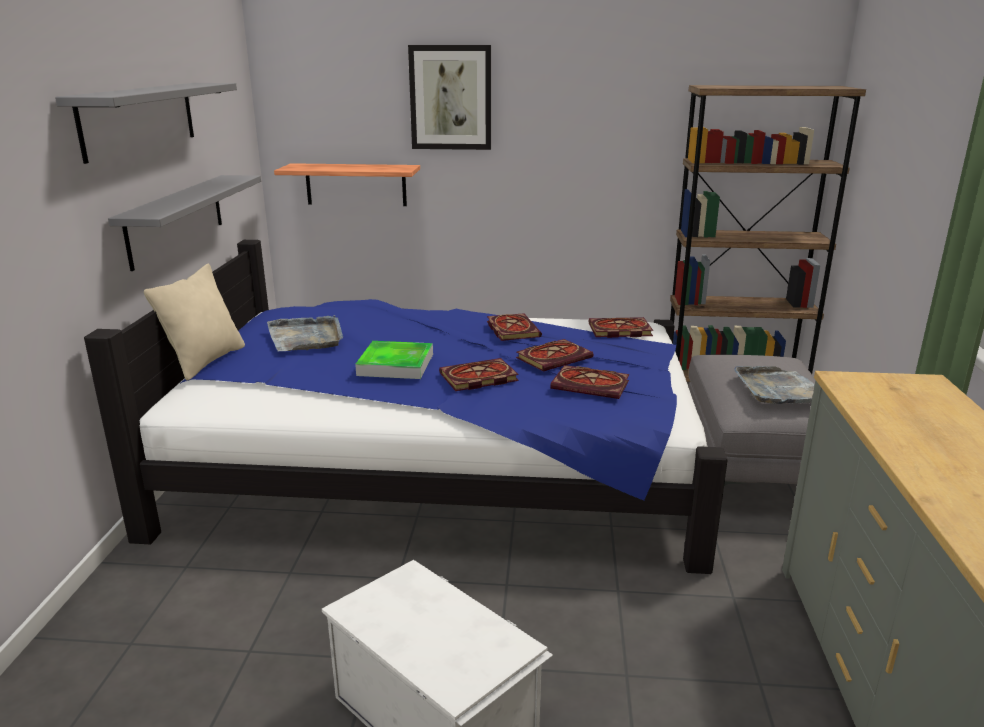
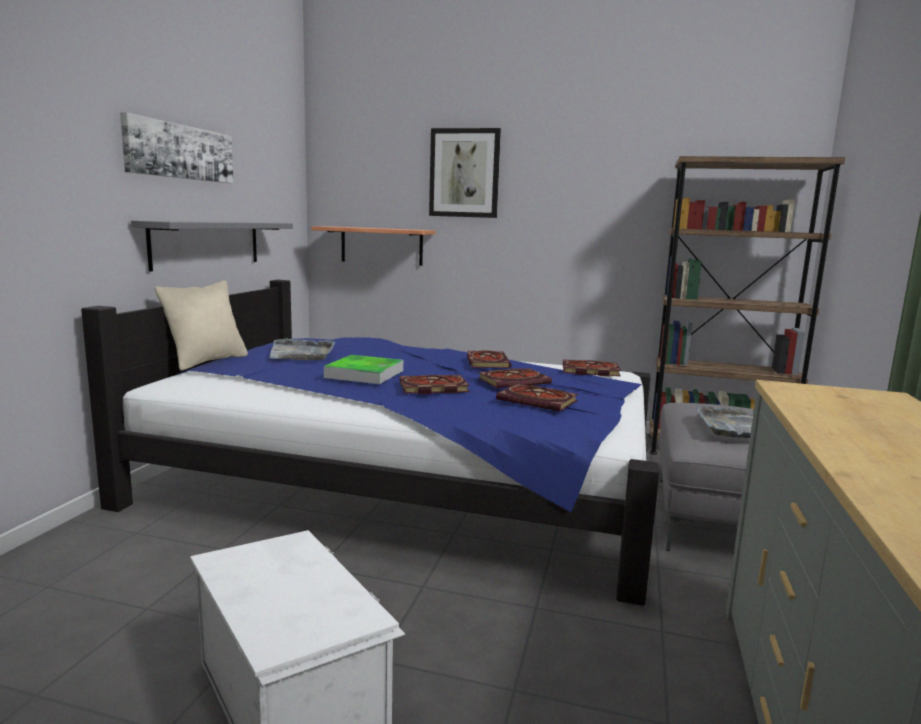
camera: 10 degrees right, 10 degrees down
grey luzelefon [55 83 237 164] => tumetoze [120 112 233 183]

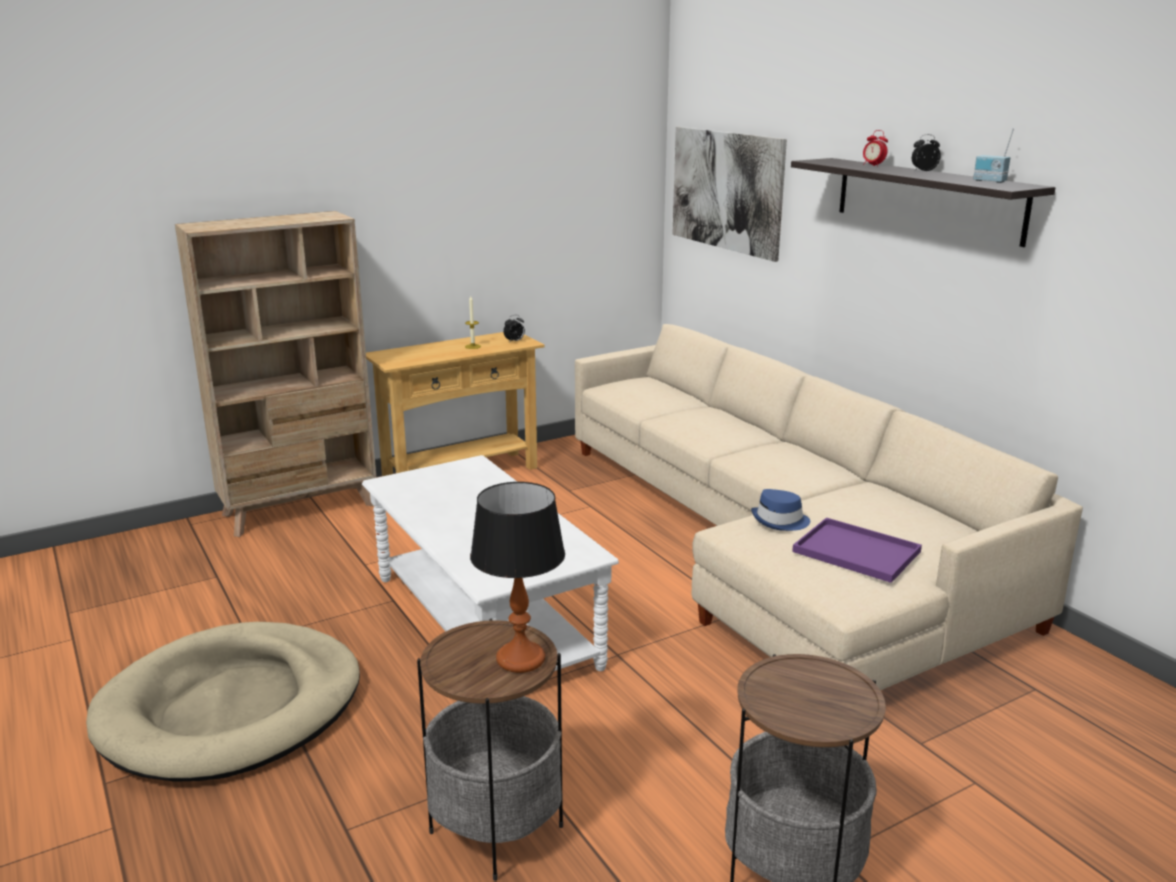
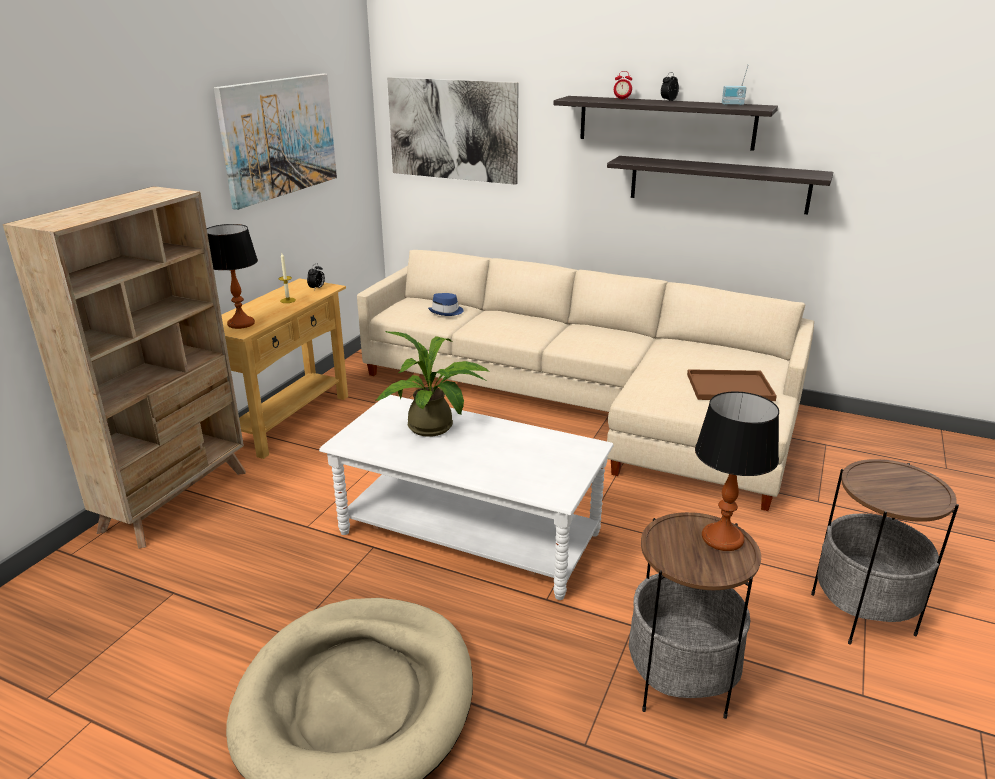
camera: 35 degrees left, 5 degrees up
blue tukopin [751 489 810 531] => blue tukopin [428 293 464 316], move
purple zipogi [792 517 922 583] => brown zipogi [687 369 777 401]
nothing => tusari [207 224 258 329]
nothing => tumetoze [214 74 337 210]
nothing => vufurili [376 331 489 437]
nothing => luzelefon [607 156 833 214]

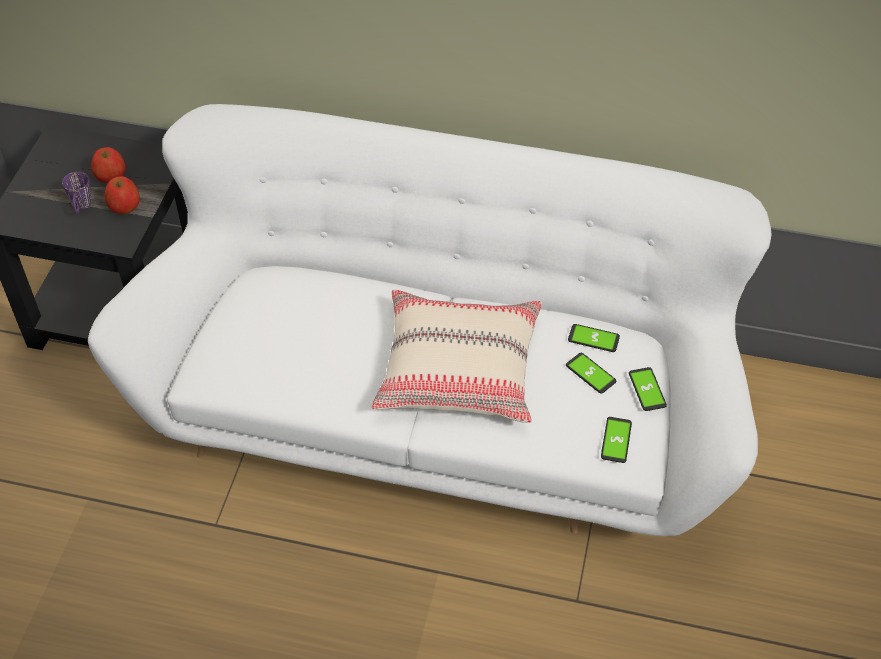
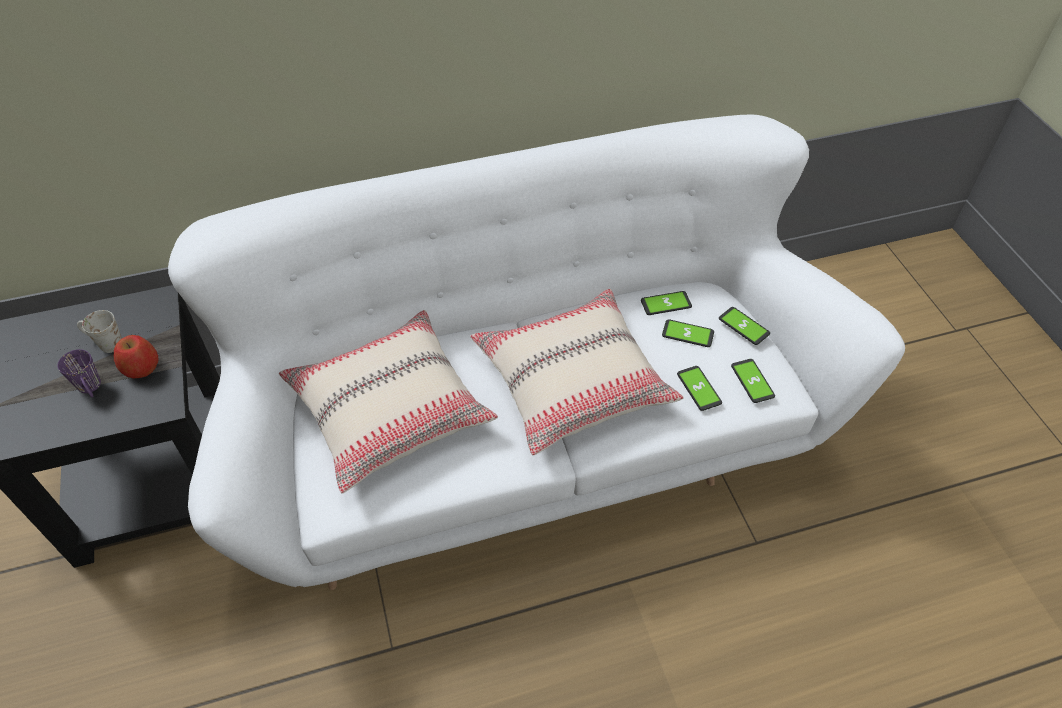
camera: 30 degrees left, 0 degrees up
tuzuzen [91 147 126 183] => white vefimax [77 310 122 353]
nothing => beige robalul [279 310 498 494]
nothing => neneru [677 366 722 411]

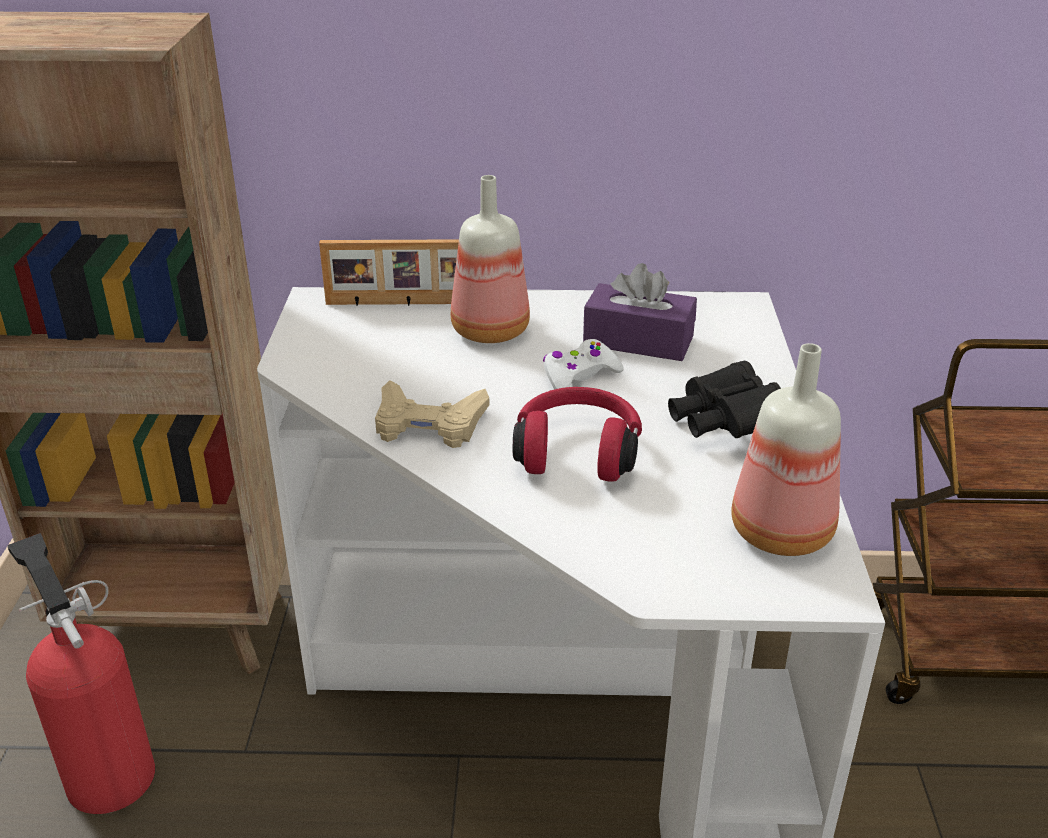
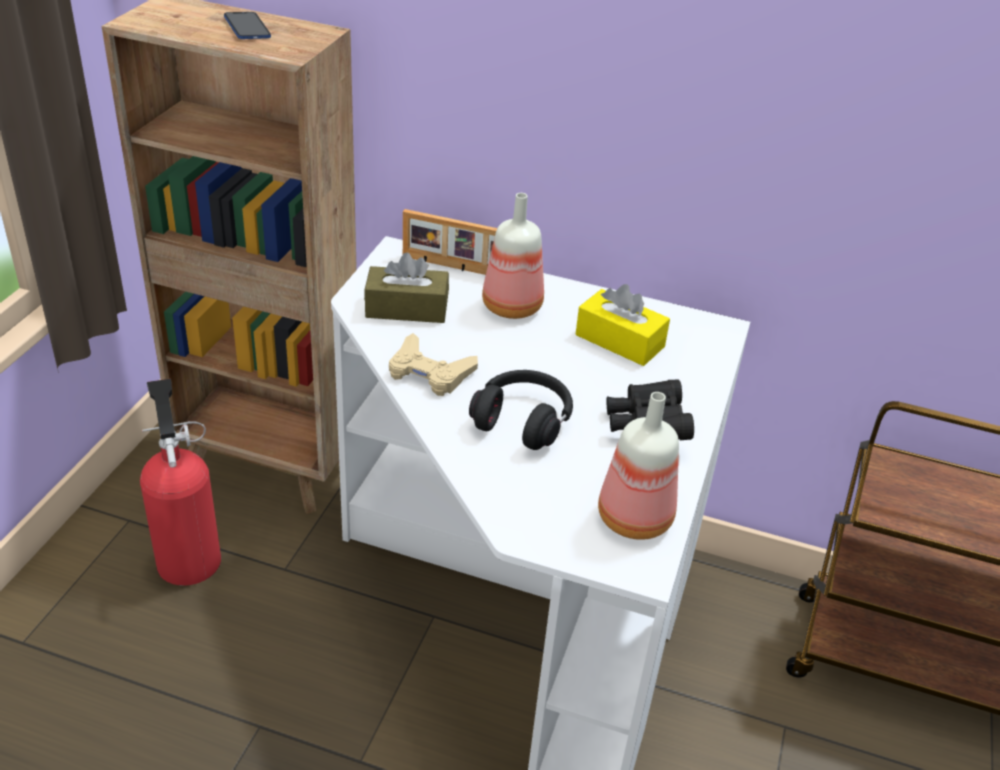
camera: 15 degrees right, 5 degrees up
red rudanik [512 387 642 482] => black rudanik [469 370 573 450]
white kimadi [543 339 624 390] => nothing
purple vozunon [583 263 697 361] => yellow vozunon [576 284 670 366]
nothing => neneru [224 12 271 39]
nothing => brown vozunon [364 252 449 323]

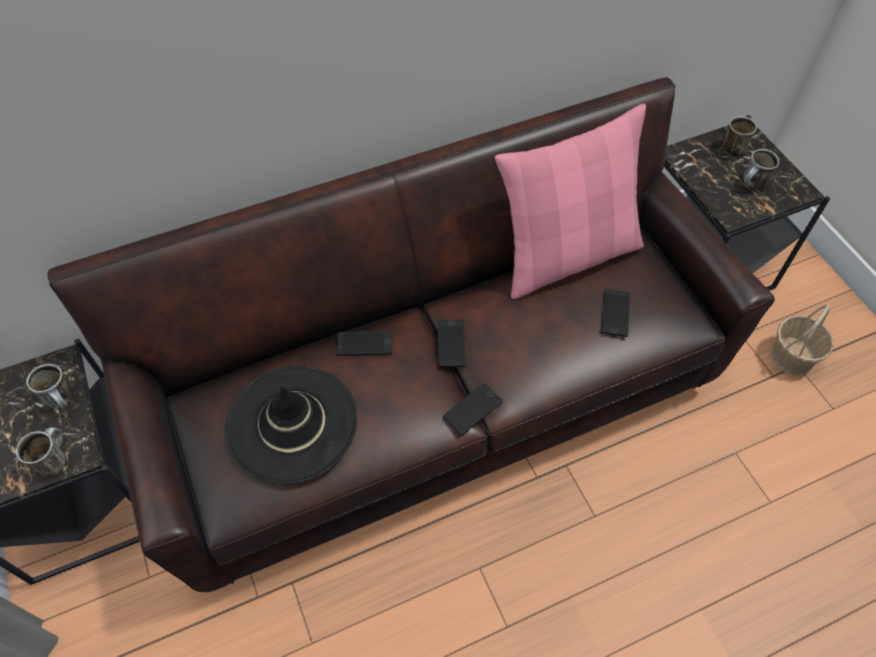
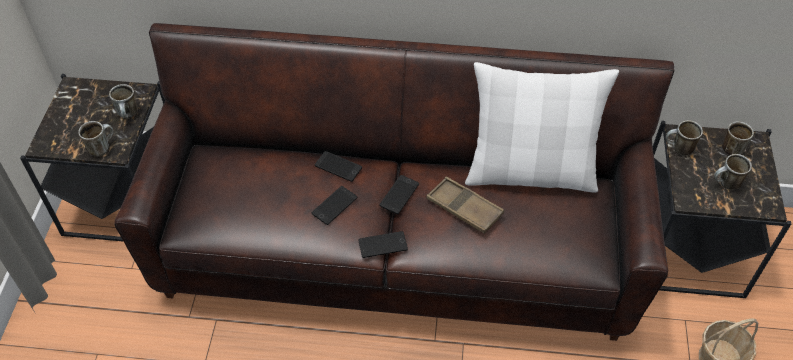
camera: 30 degrees right, 5 degrees down
black tukopin [225 366 357 484] => nothing
pink robalul [495 104 646 299] => white robalul [465 62 619 193]
neneru [601 289 630 337] => neneru [312 186 357 225], move
nothing => brown zipogi [426 177 504 233]
nothing => vefimax [666 120 703 156]

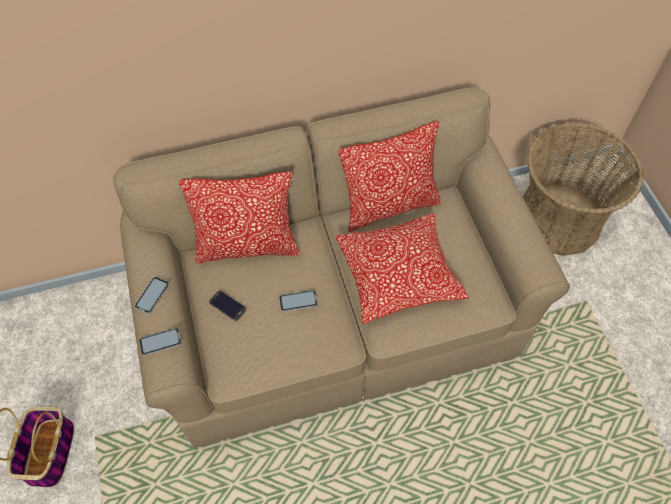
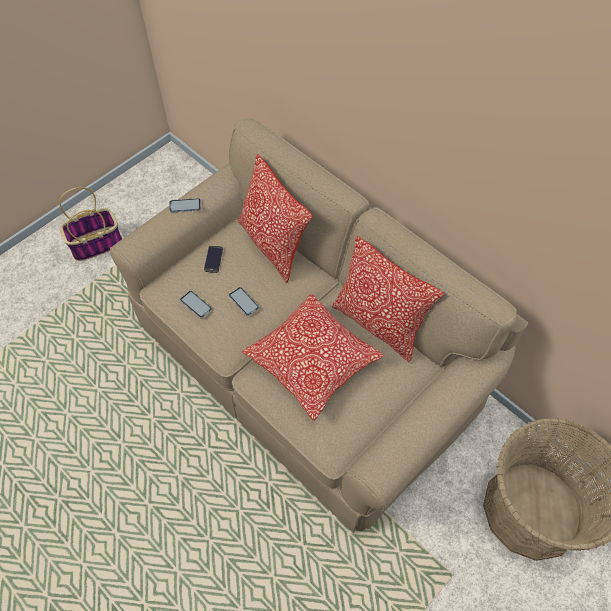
camera: 60 degrees right, 0 degrees up
neneru [139 328 181 356] => neneru [180 291 212 319], move

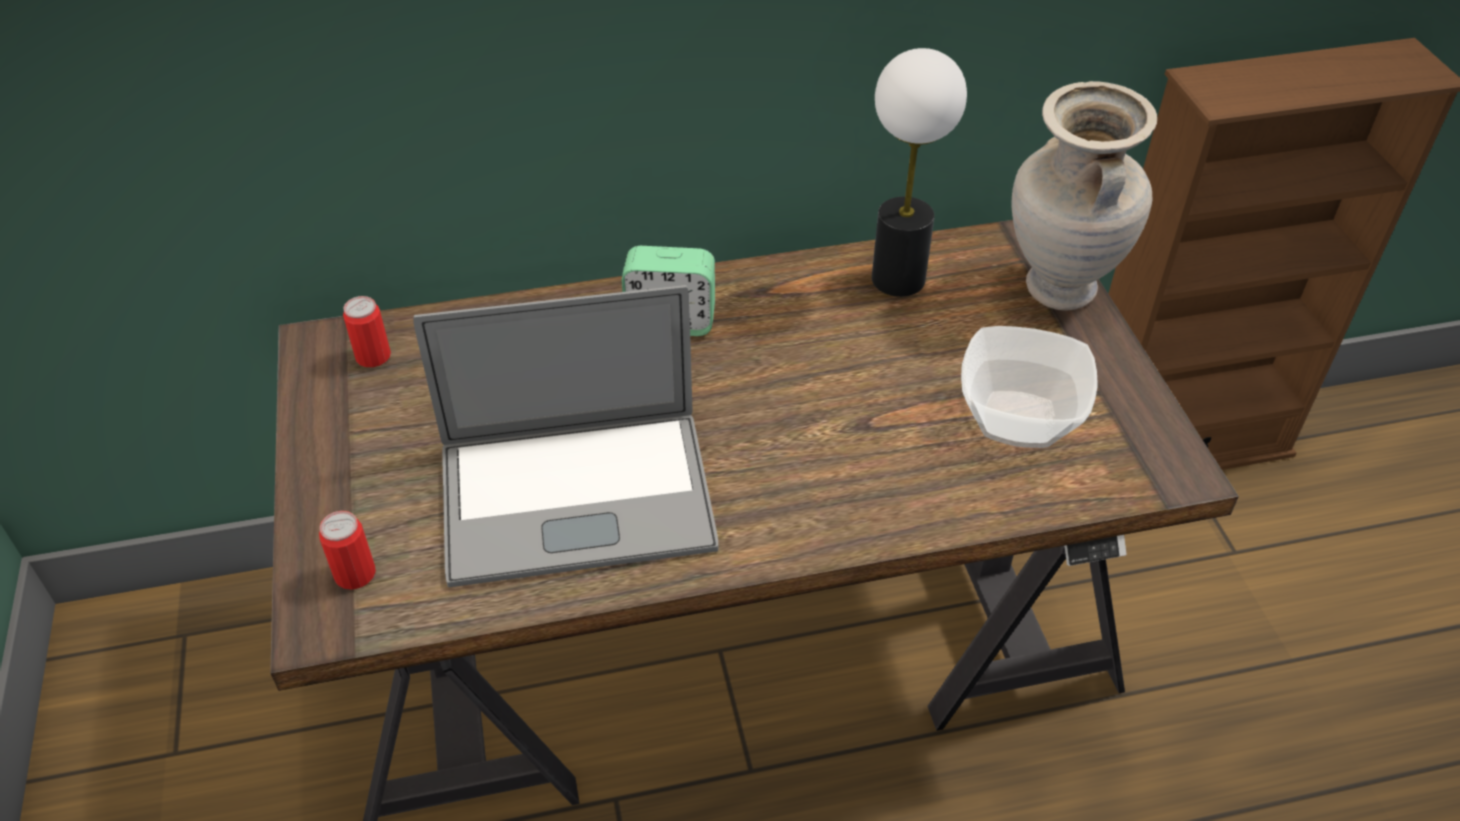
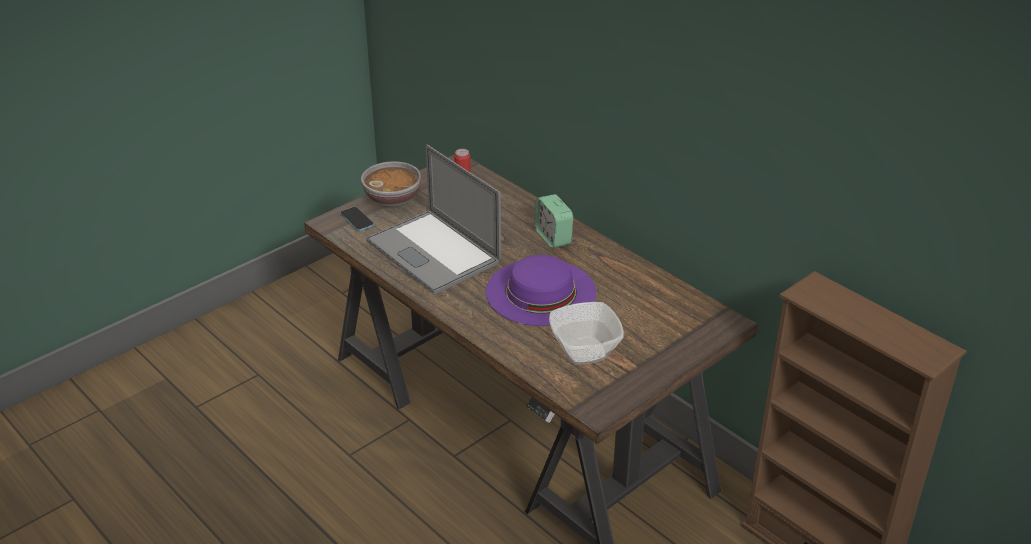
camera: 60 degrees right, 10 degrees down
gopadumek [319 511 376 590] => neneru [340 207 374 231]
tusari [872 48 967 297] => nothing
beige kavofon [1012 81 1157 311] => nothing
nothing => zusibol [361 161 421 207]
nothing => purple tukopin [486 255 596 326]

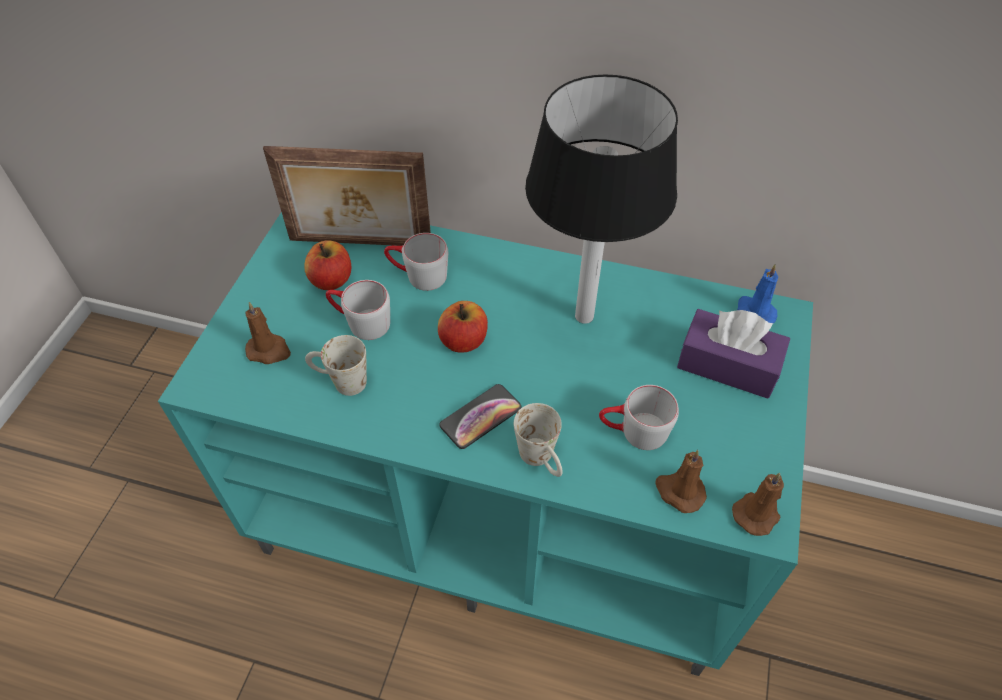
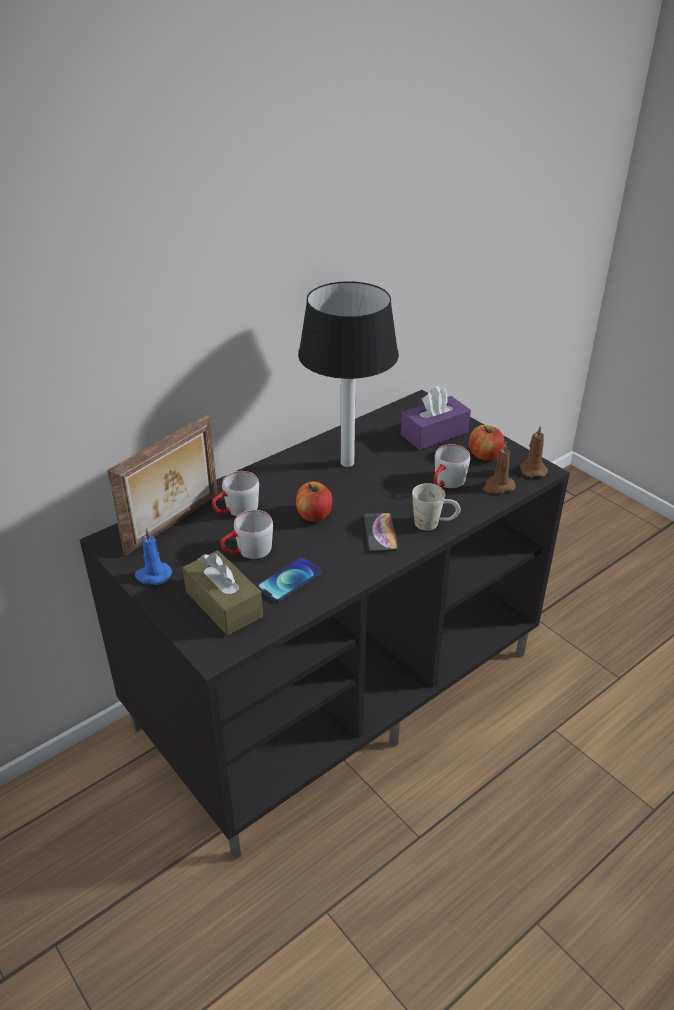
camera: 55 degrees left, 15 degrees down
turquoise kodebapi [158 212 813 676] => black kodebapi [80 390 570 860]
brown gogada [245 302 291 364] => brown vozunon [183 550 263 635]
tuzuzen [304 240 351 290] => tuzuzen [469 425 504 460], move
white vefimax [305 335 367 396] => neneru [258 557 322 602]
blue gogada [737 264 778 323] => blue gogada [135 528 172 585], move

